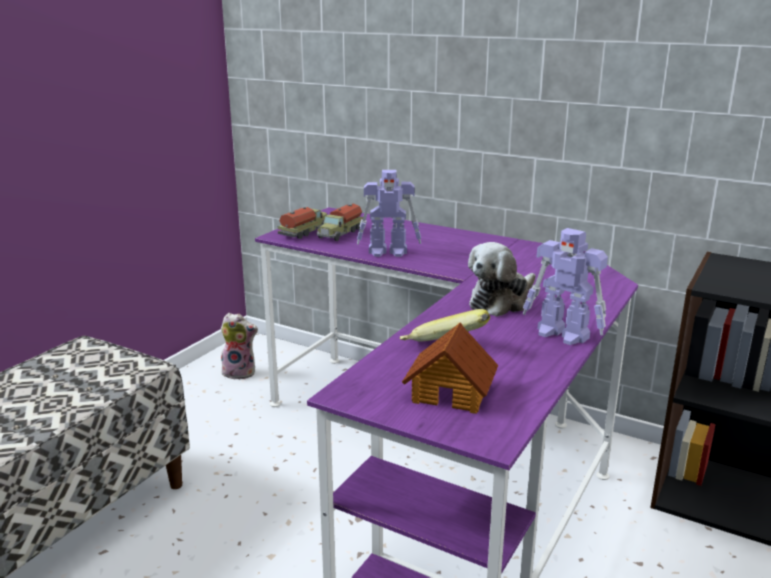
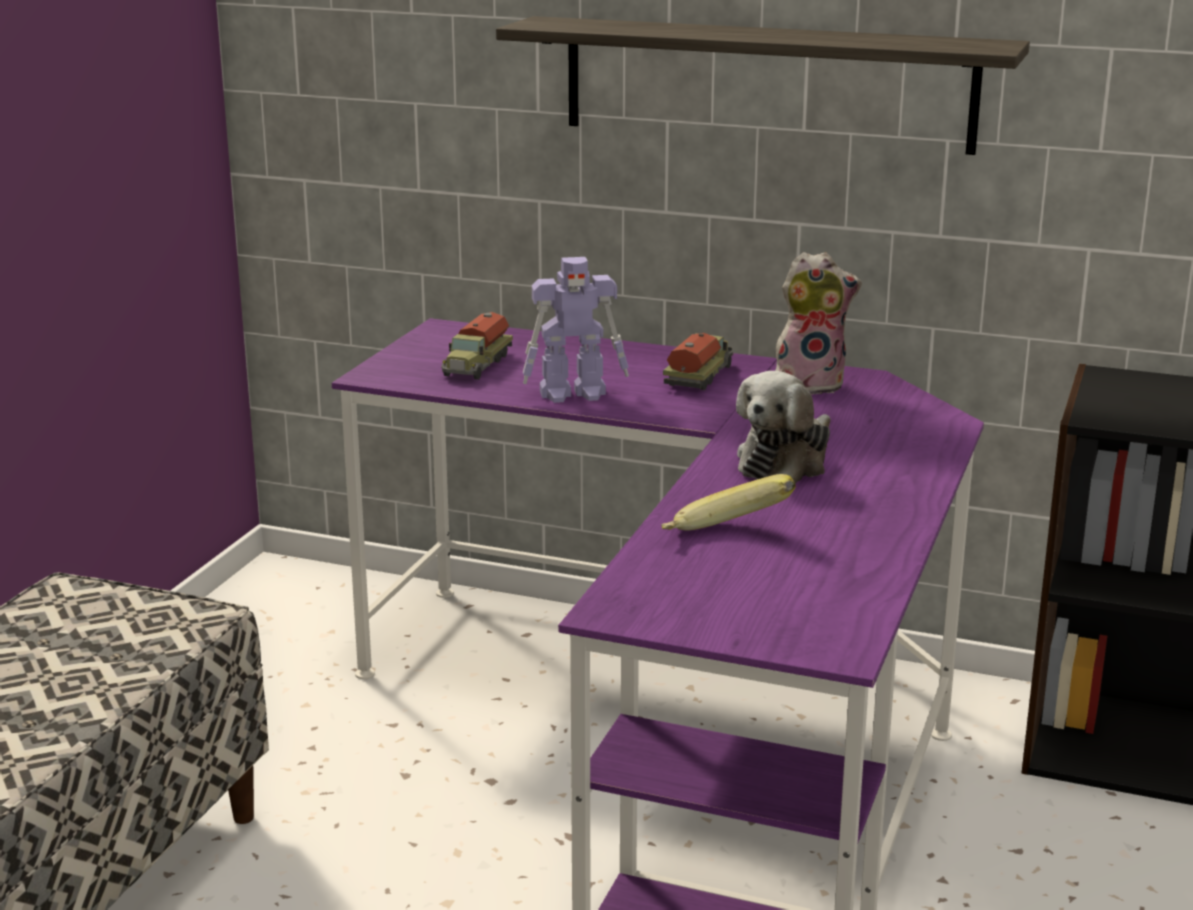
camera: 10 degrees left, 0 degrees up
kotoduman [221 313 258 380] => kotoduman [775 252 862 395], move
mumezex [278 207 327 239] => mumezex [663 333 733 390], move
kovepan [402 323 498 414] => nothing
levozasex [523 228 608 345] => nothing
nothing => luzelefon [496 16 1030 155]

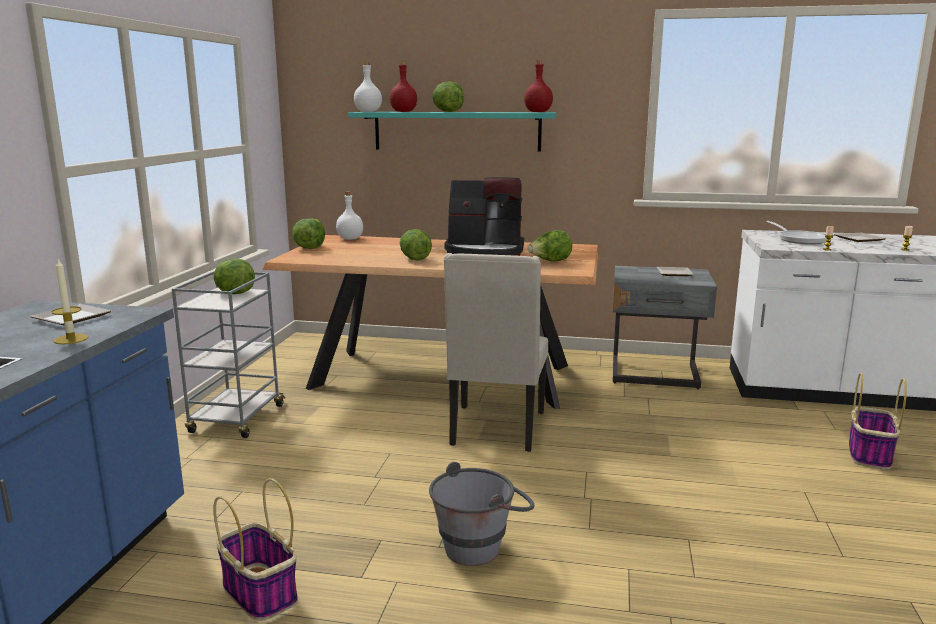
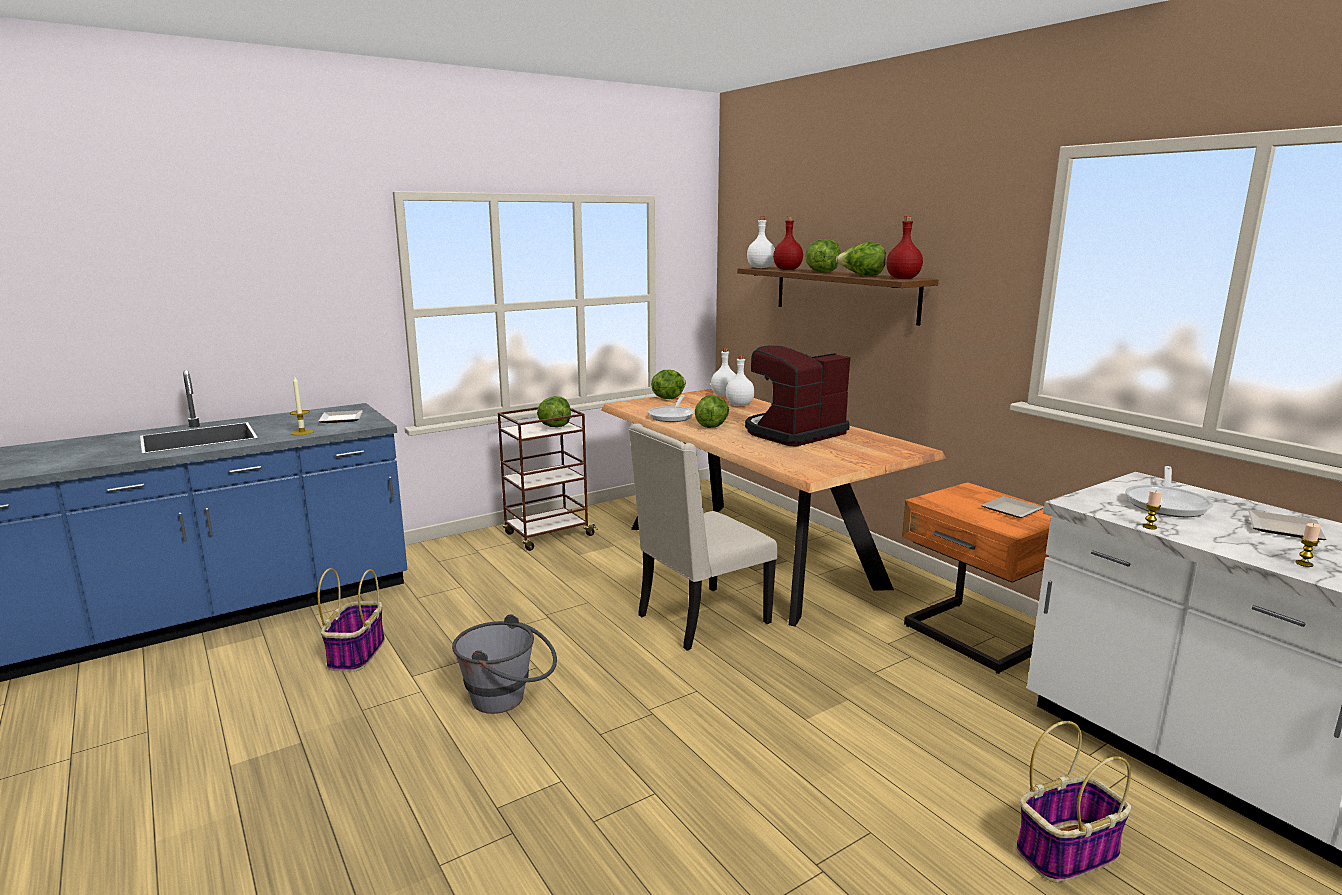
camera: 45 degrees right, 0 degrees up
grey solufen [172 271 285 438] => brown solufen [498 407 598 551]
turquoise luzelefon [348 112 556 152] => brown luzelefon [737 267 939 326]
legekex [445 177 524 256] => legekex [745 346 850 446], 90 degrees clockwise
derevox [527 230 572 262] => derevox [836 242 886 276], move
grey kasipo [613 266 717 389] => orange kasipo [902 482 1051 674]
nothing => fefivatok [648 395 695 422]
nothing => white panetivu [726 355 755 406]

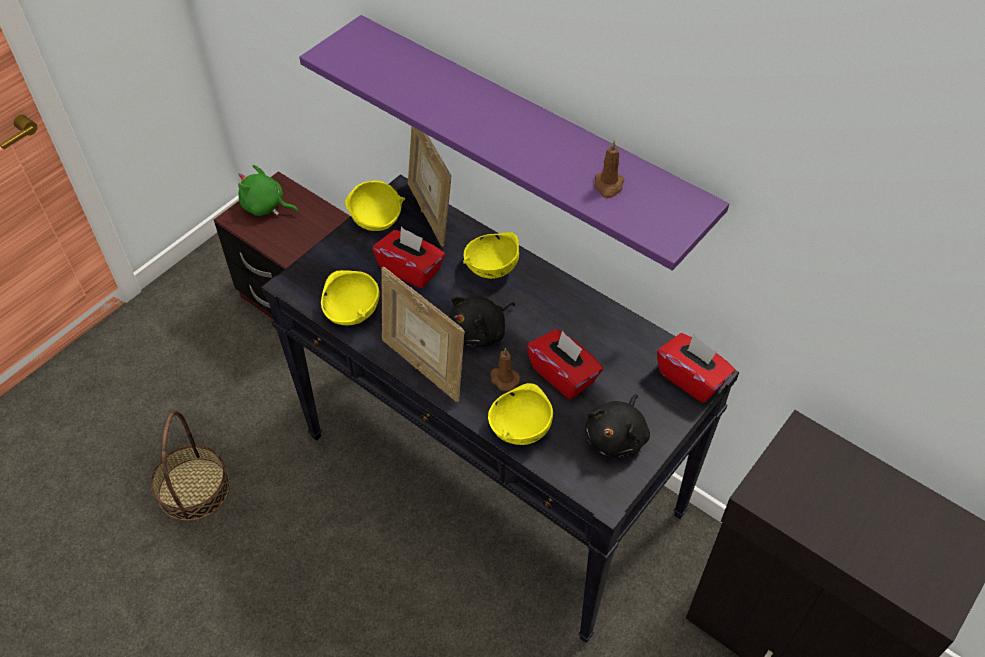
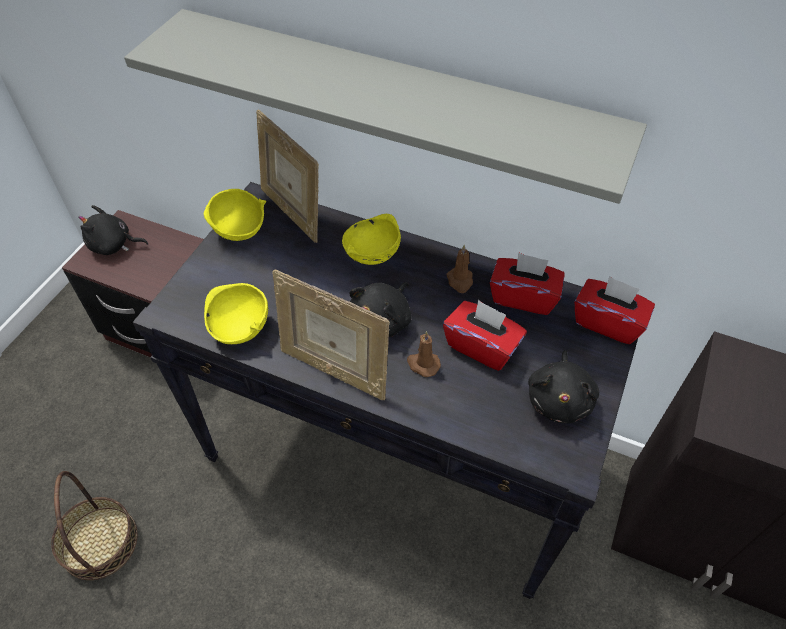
camera: 15 degrees left, 0 degrees up
green kotoduman [238 165 299 216] => black kotoduman [78 205 149 255]
purple luzelefon [299 15 729 271] => grey luzelefon [124 9 647 204]
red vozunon [372 227 445 289] => red vozunon [490 252 565 315], move
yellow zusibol [488 383 553 445] => nothing
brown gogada [594 140 624 198] => brown gogada [446 244 473 293], move

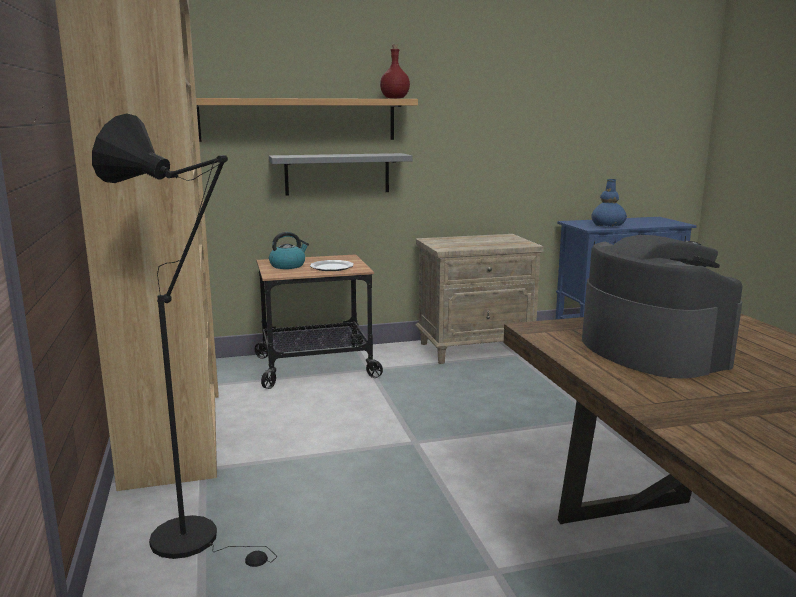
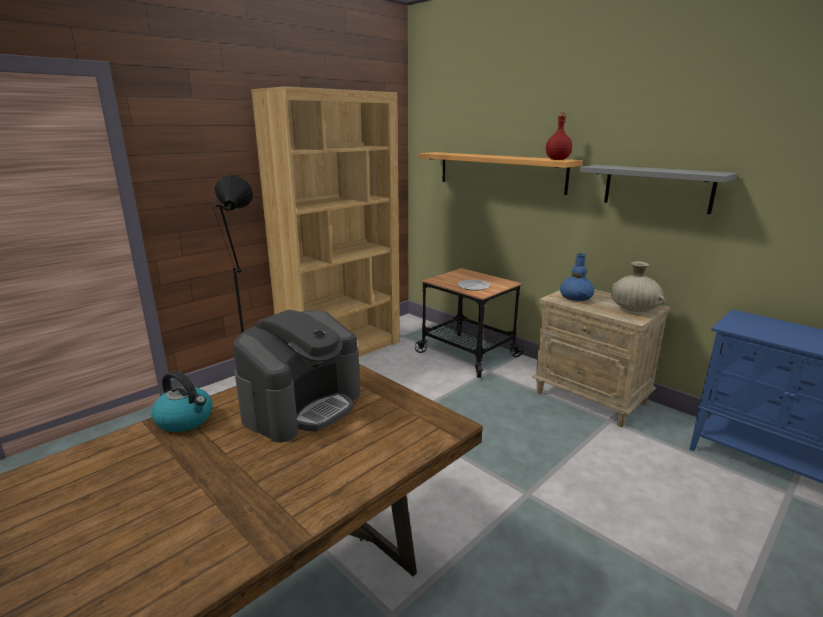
camera: 60 degrees right, 5 degrees up
grey luzelefon [269 153 412 196] => grey luzelefon [579 165 738 214], move
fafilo [269 232 309 269] => fafilo [151 371 213 432], move
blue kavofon [591 179 627 227] => blue kavofon [560 253 594 301], move
nothing => beige kavofon [611 261 665 312]

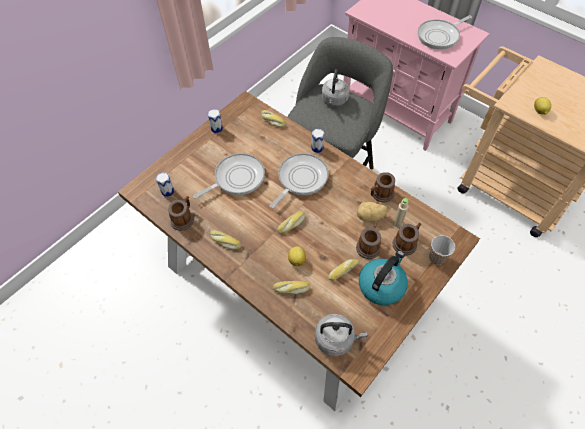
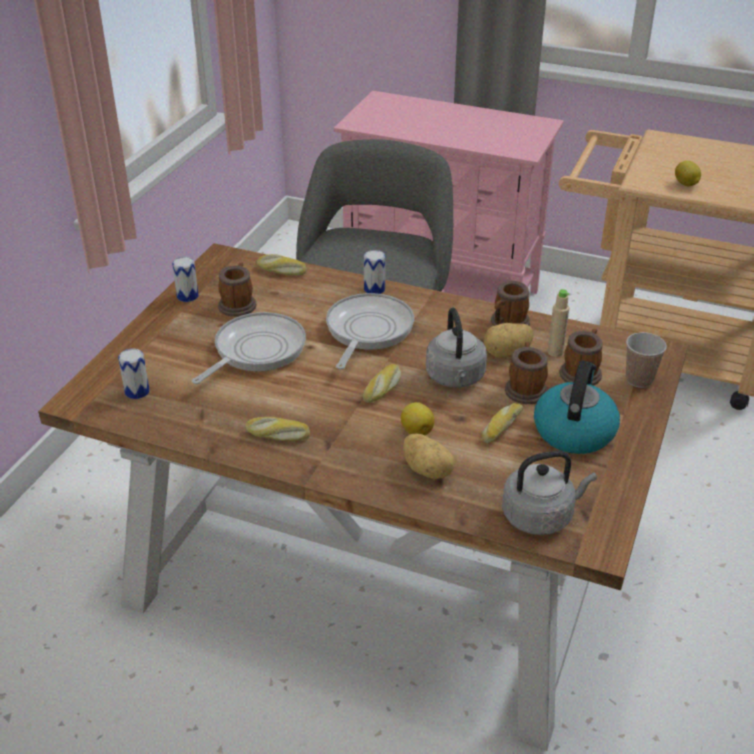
camera: 20 degrees left, 20 degrees down
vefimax [168 196 194 231] => vefimax [218 262 256 317], move
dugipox [273 281 310 294] => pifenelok [403 433 455 479]
grey fafilo [322 69 350 106] => grey fafilo [426 307 487 388], move
fefivatok [418 15 472 50] => nothing

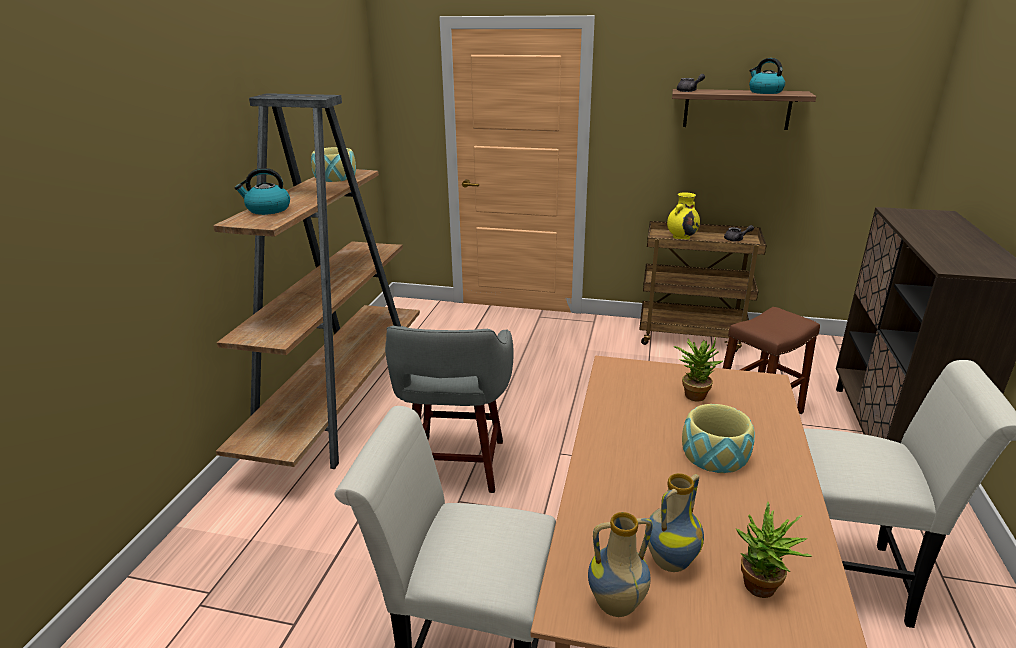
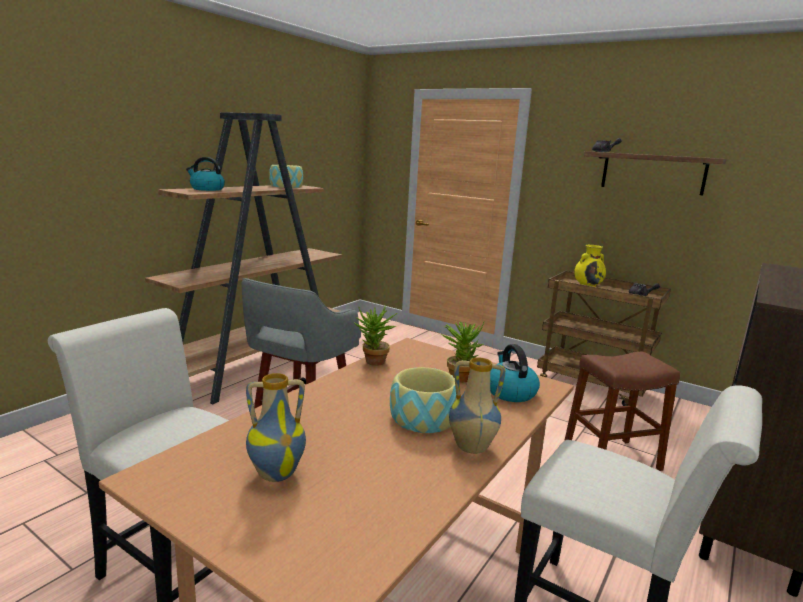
camera: 20 degrees right, 10 degrees down
kavofon [588 512 653 617] => kavofon [449 358 505 454], move
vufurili [736 502 812 598] => vufurili [354 306 398 366], move
fafilo [749 58 785 94] => fafilo [490 344 540 402], move

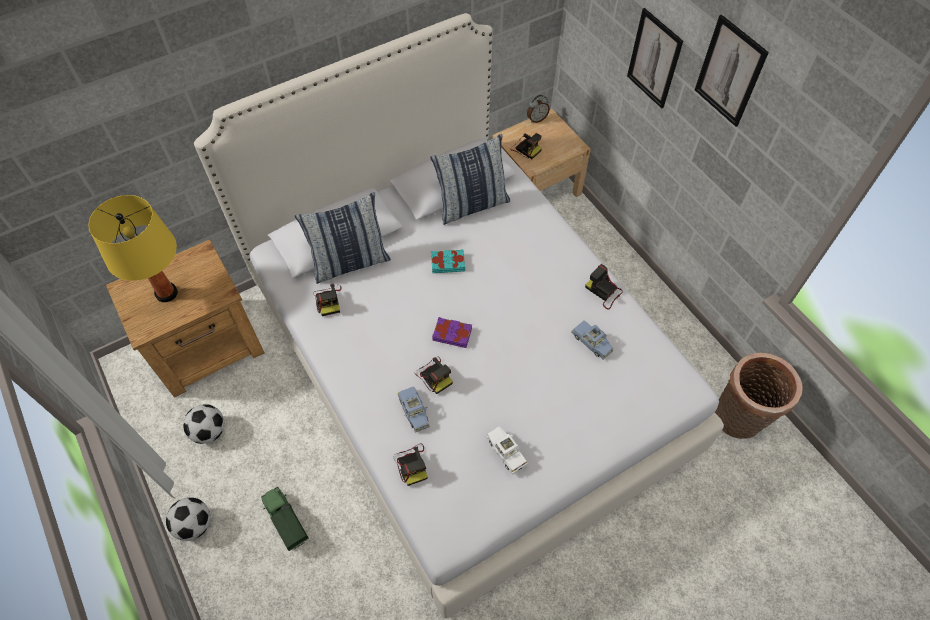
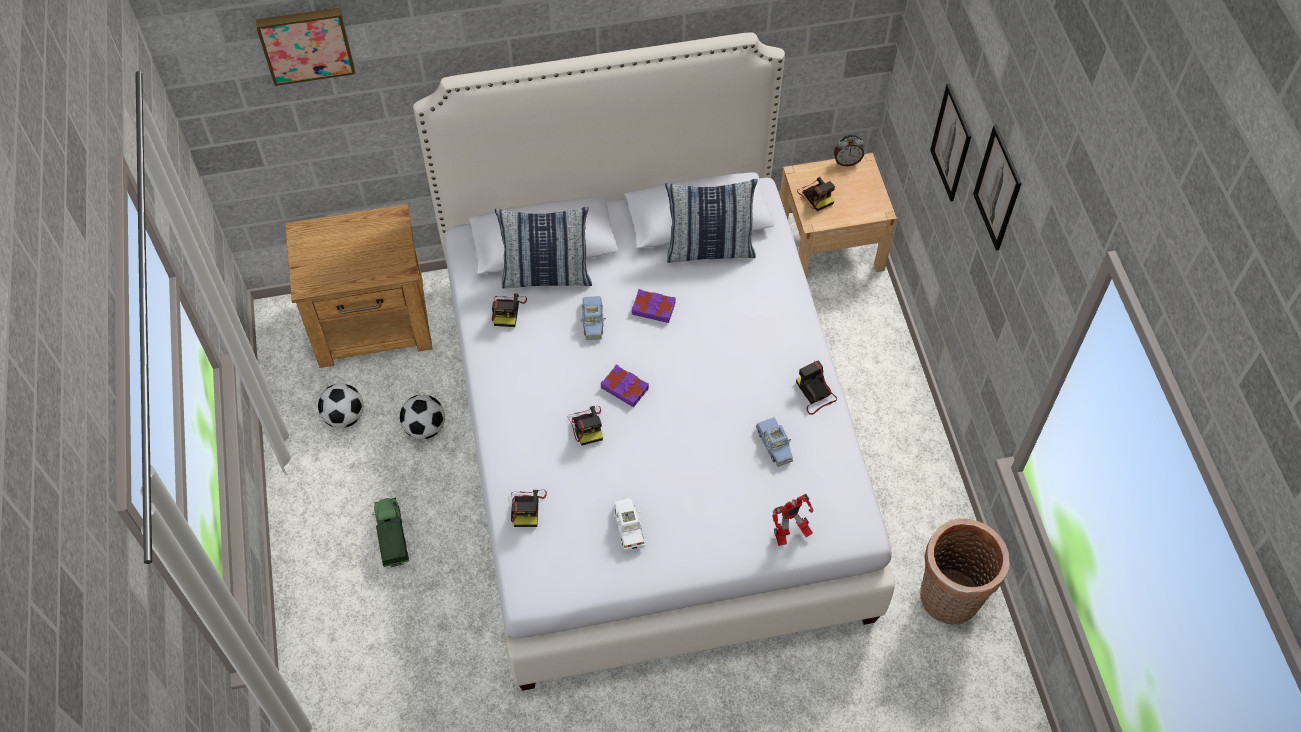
camera: 20 degrees right, 0 degrees up
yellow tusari [88 195 178 302] => nothing
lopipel [166 497 210 541] => lopipel [400 395 445 439], move
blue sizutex [398 386 430 432] => blue sizutex [580 296 606 340], move
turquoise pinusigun [431 249 465 273] => purple pinusigun [631 289 676 323]
nothing => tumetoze [255 8 355 86]
nothing => levozasex [772 494 814 546]

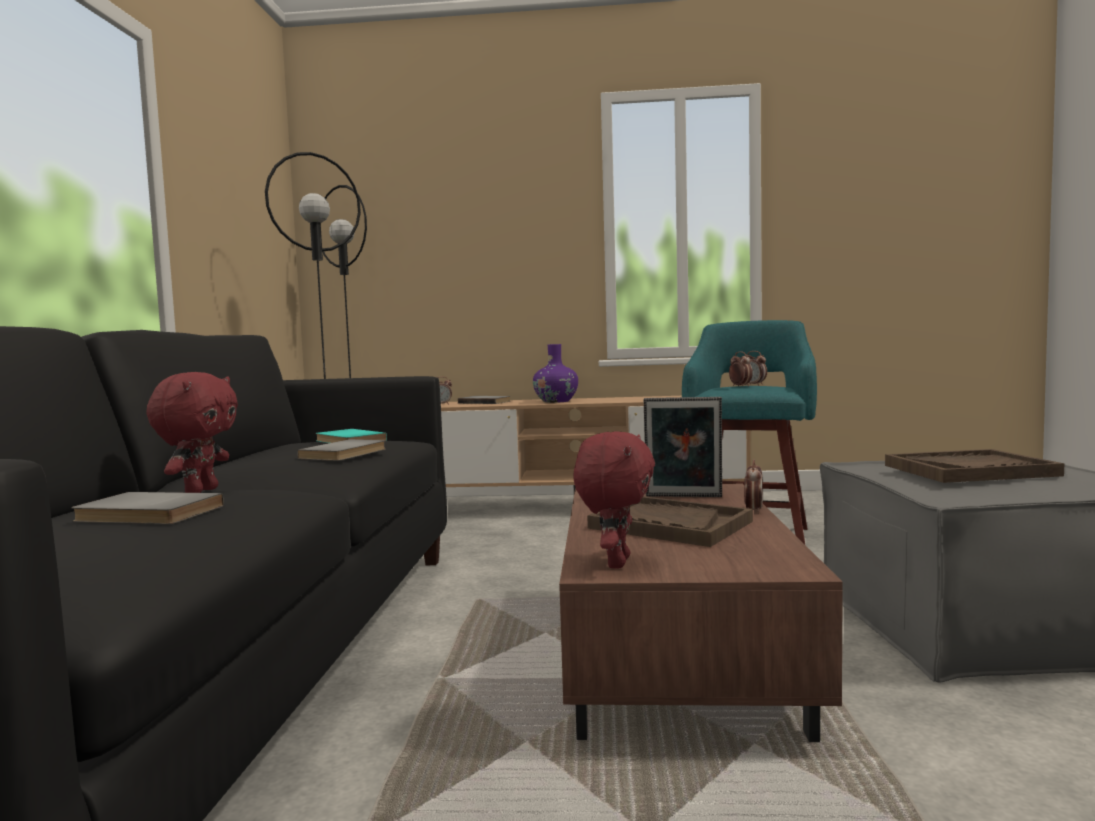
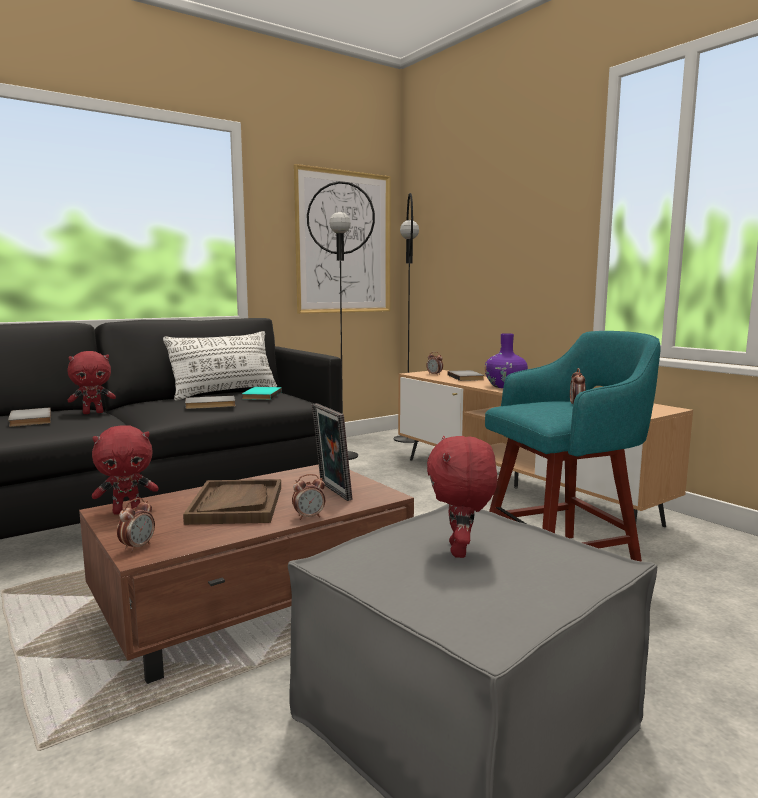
camera: 50 degrees right, 5 degrees up
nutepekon [729 351 753 387] => nutepekon [117 498 155 552], move
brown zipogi [885 449 1064 483] => red kotoduman [427 436 498 558]
nothing => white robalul [163 331 277 400]
nothing => tumetoze [294 164 391 314]

